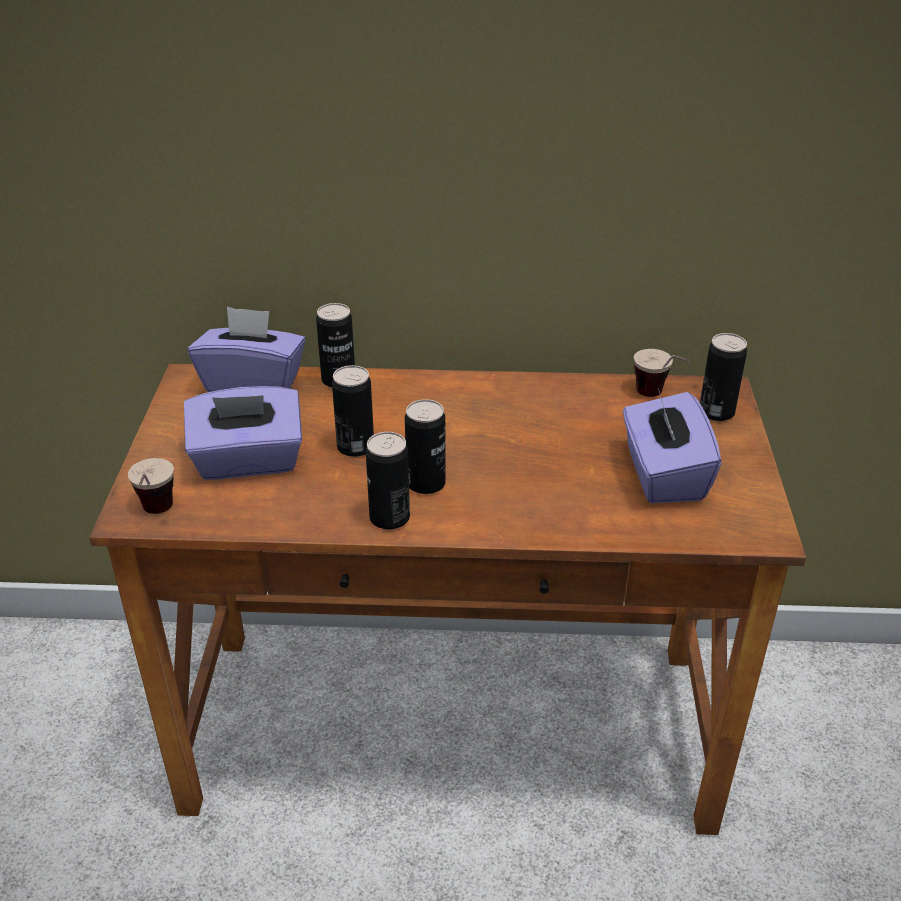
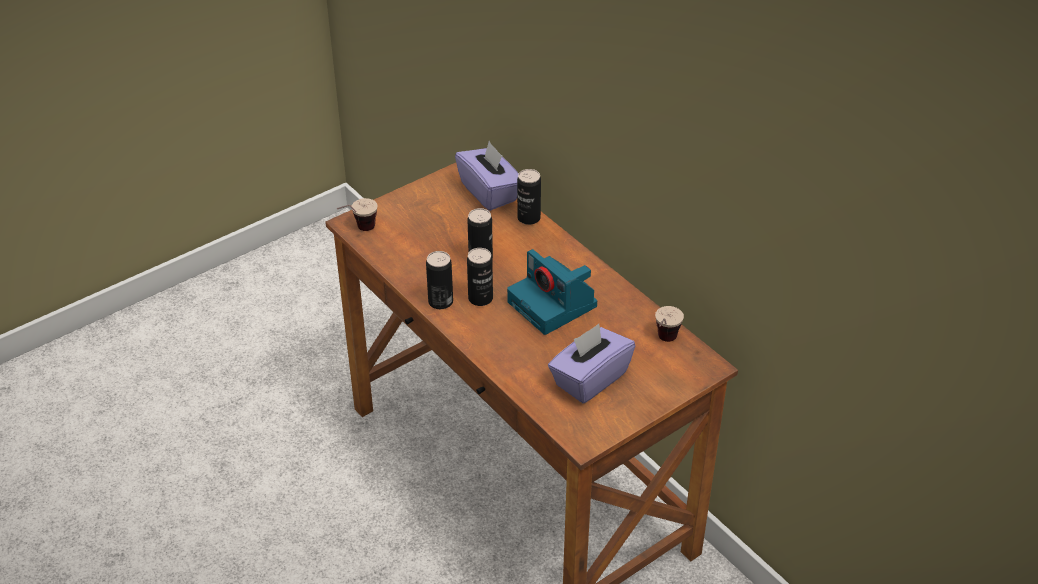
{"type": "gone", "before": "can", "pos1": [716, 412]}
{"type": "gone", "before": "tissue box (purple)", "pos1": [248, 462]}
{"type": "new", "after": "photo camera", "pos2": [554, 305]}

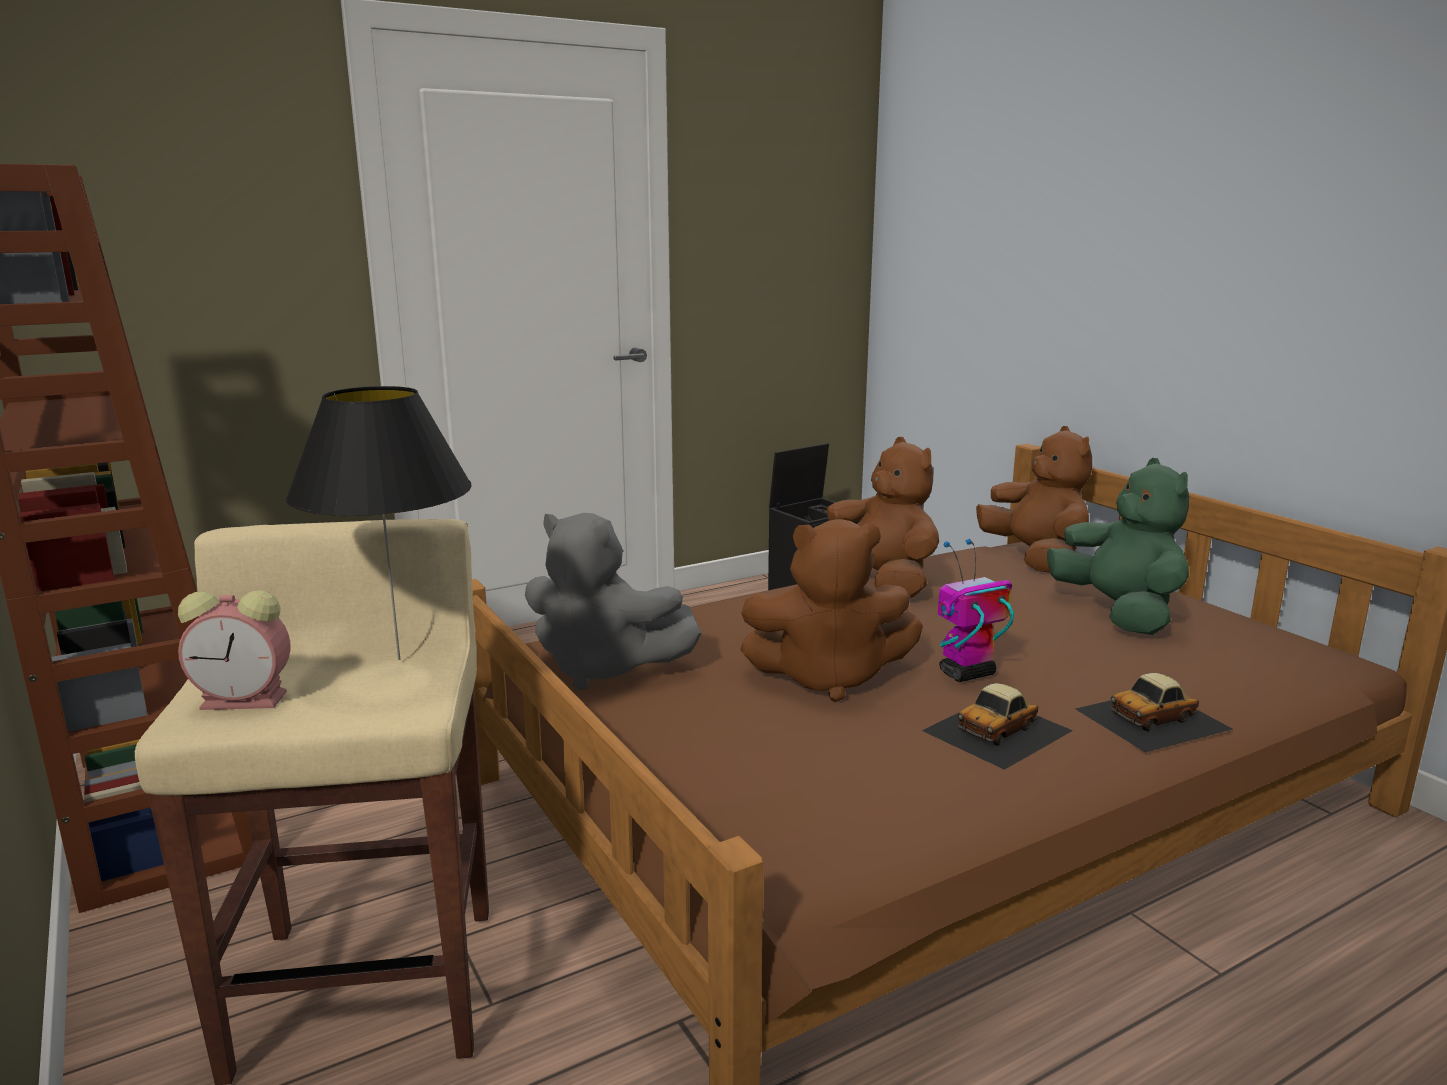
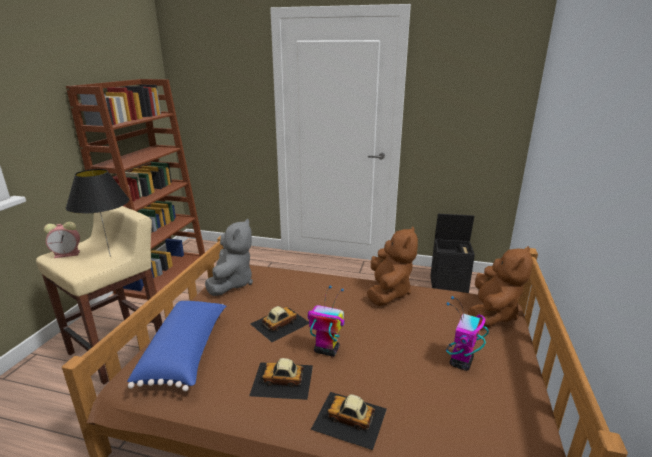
{"type": "swapped", "before": "plush toy (green)", "after": "toy robot", "pos1": [1118, 614], "pos2": [461, 362]}
{"type": "rotated", "before": "plush toy (grey)", "pos1": [604, 669], "pos2": [232, 283], "turn": -150}
{"type": "swapped", "before": "plush toy (brown)", "after": "toy car", "pos1": [828, 678], "pos2": [279, 323]}
{"type": "rotated", "before": "alarm clock", "pos1": [248, 699], "pos2": [68, 254], "turn": -60}
{"type": "new", "after": "pillow (blue)", "pos2": [186, 353]}

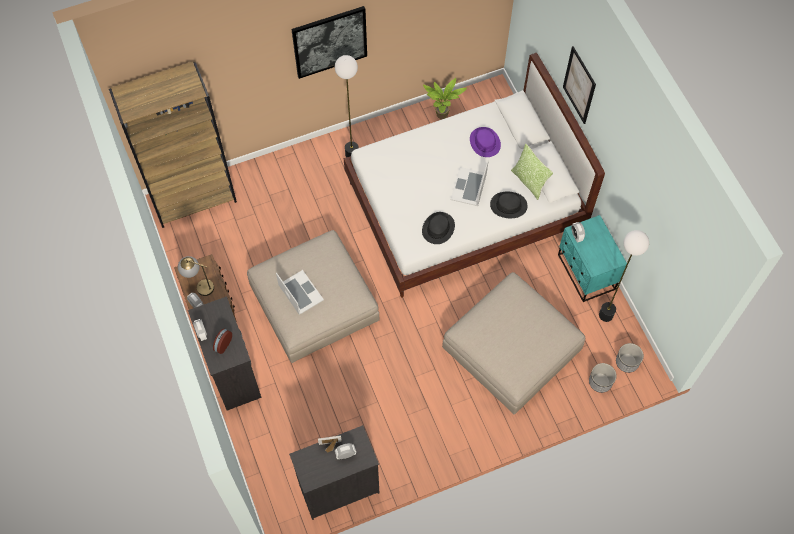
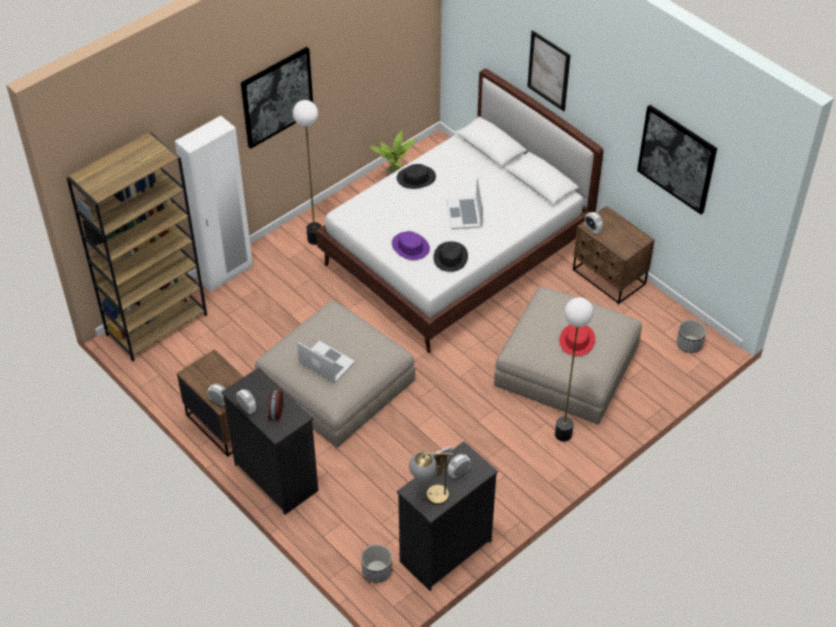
{"type": "shifted", "before": "hat (purple)", "pos1": [485, 142], "pos2": [410, 246]}
{"type": "gone", "before": "pillow", "pos1": [529, 182]}
{"type": "shifted", "before": "hat (black)", "pos1": [508, 205], "pos2": [416, 178]}
{"type": "repainted", "before": "nightstand (turquoise)", "after": "nightstand (brown)", "pos1": [586, 272], "pos2": [608, 278]}
{"type": "shifted", "before": "floor lamp", "pos1": [606, 315], "pos2": [563, 435]}
{"type": "shifted", "before": "table lamp", "pos1": [199, 286], "pos2": [429, 496]}
{"type": "shifted", "before": "planter", "pos1": [600, 382], "pos2": [376, 571]}
{"type": "new", "after": "picture", "pos2": [677, 159]}
{"type": "new", "after": "wardrobe (white)", "pos2": [226, 274]}
{"type": "new", "after": "hat (red)", "pos2": [577, 340]}

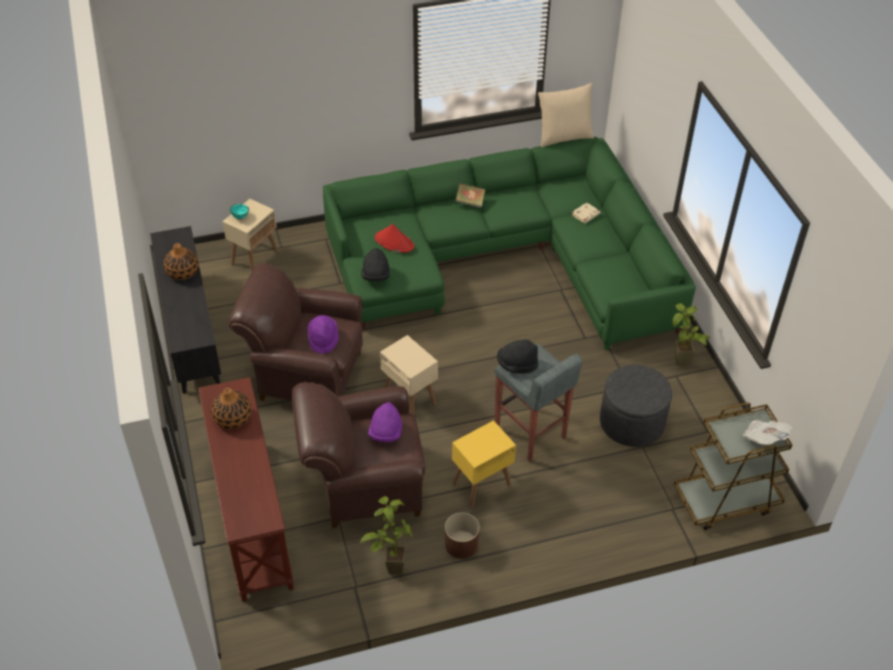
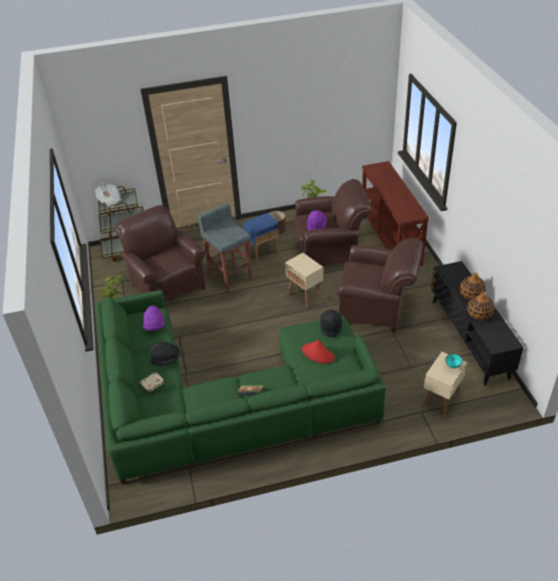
{"type": "gone", "before": "pillow (beige)", "pos1": [564, 137]}
{"type": "shifted", "before": "hat (purple)", "pos1": [323, 339], "pos2": [154, 326]}
{"type": "shifted", "before": "hat (black)", "pos1": [517, 365], "pos2": [166, 359]}
{"type": "swapped", "before": "ottoman (grey)", "after": "armchair (brown)", "pos1": [631, 422], "pos2": [166, 285]}
{"type": "shifted", "before": "vase", "pos1": [233, 418], "pos2": [471, 294]}
{"type": "repainted", "before": "side table (yellow)", "after": "side table (blue)", "pos1": [481, 485], "pos2": [263, 253]}

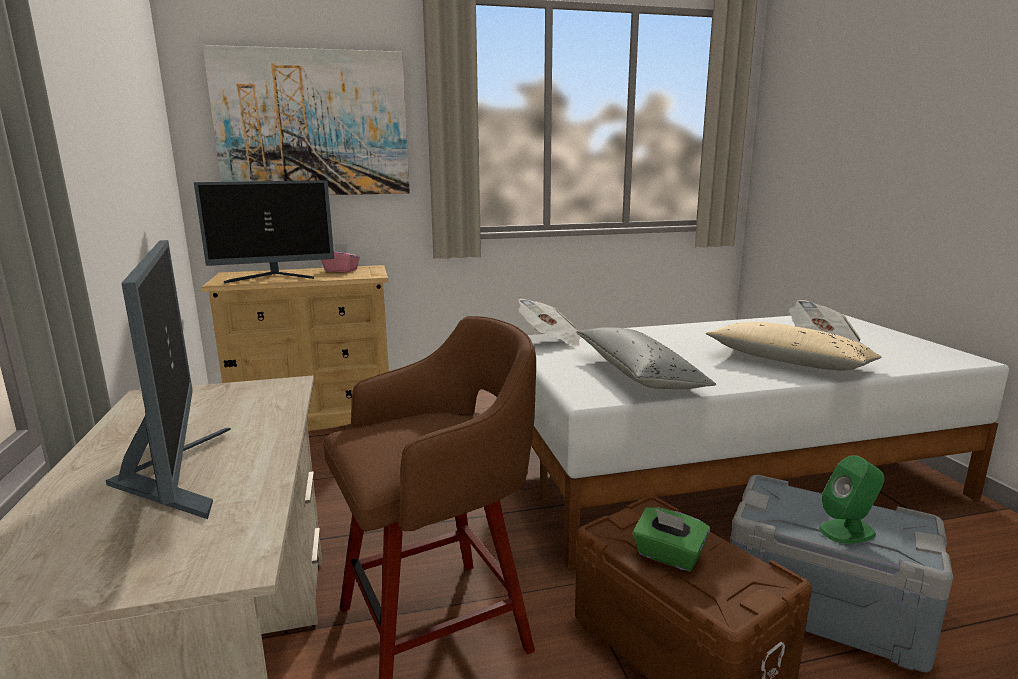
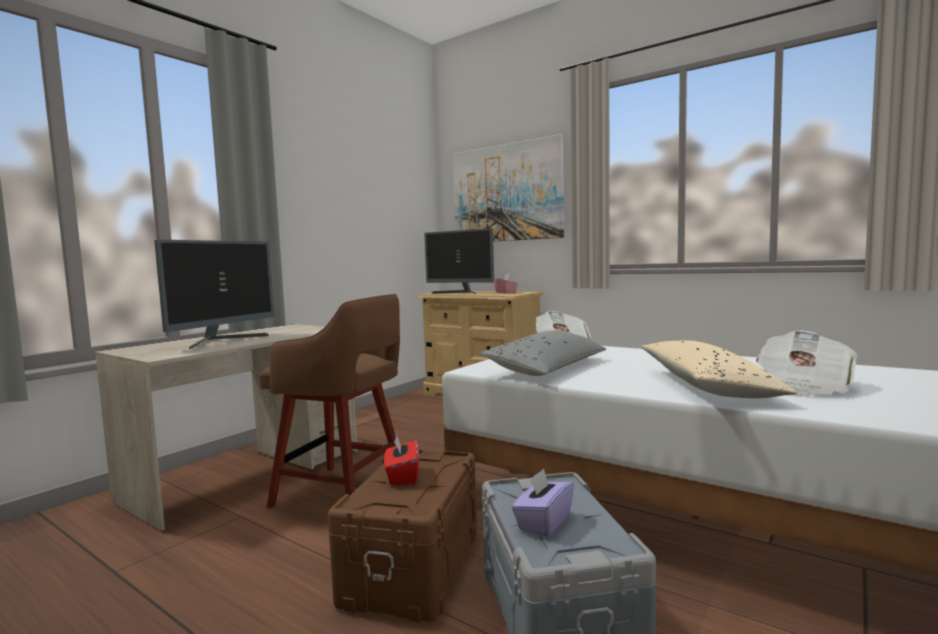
{"type": "swapped", "before": "speaker (green)", "after": "tissue box (purple)", "pos1": [847, 531], "pos2": [543, 523]}
{"type": "repainted", "before": "tissue box (green)", "after": "tissue box (red)", "pos1": [668, 556], "pos2": [402, 476]}

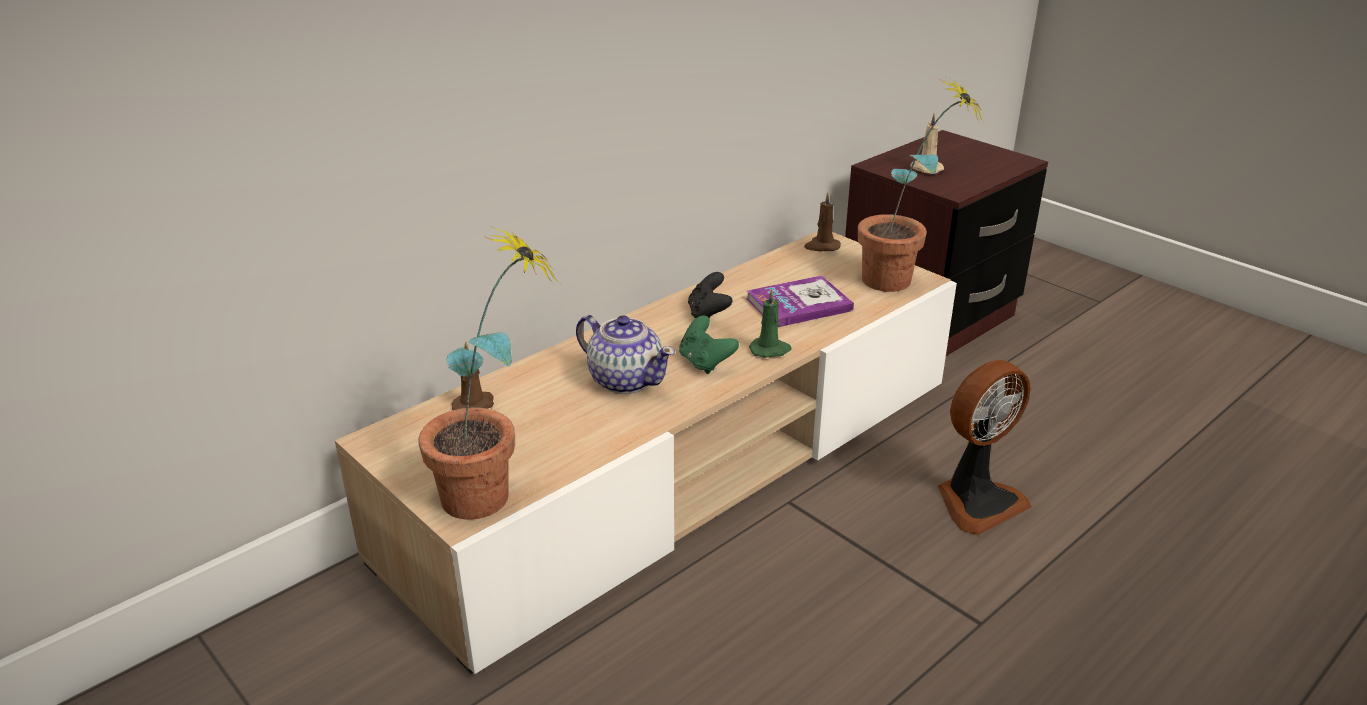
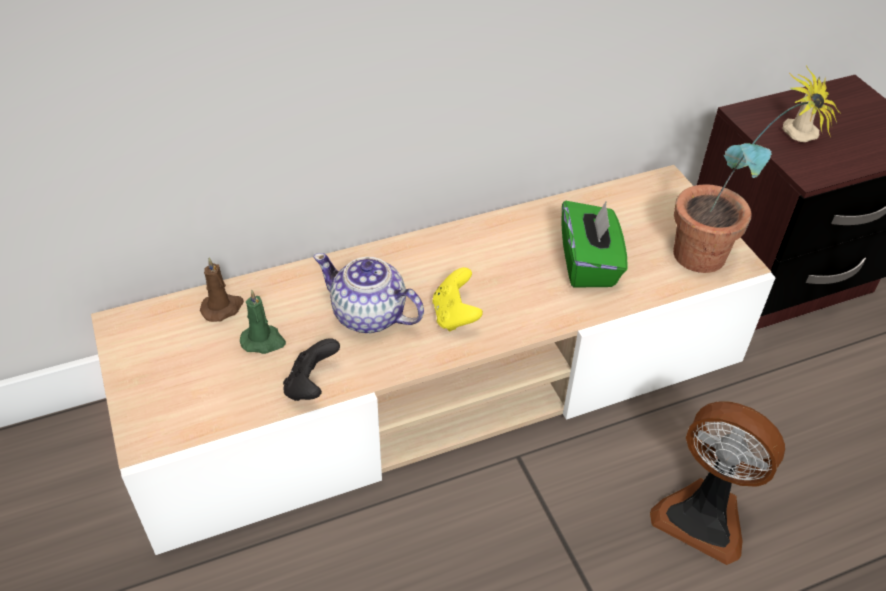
{"type": "gone", "before": "candle (brown)", "pos1": [822, 246]}
{"type": "gone", "before": "potted plant", "pos1": [497, 494]}
{"type": "shifted", "before": "game controller (black)", "pos1": [708, 314], "pos2": [311, 386]}
{"type": "swapped", "before": "book", "after": "tissue box (green)", "pos1": [798, 304], "pos2": [589, 264]}
{"type": "shifted", "before": "candle (green)", "pos1": [770, 350], "pos2": [263, 341]}
{"type": "rotated", "before": "teapot", "pos1": [625, 380], "pos2": [369, 316], "turn": 150}
{"type": "repainted", "before": "game controller (green)", "after": "game controller (yellow)", "pos1": [705, 362], "pos2": [455, 315]}
{"type": "rotated", "before": "fan", "pos1": [976, 501], "pos2": [703, 516], "turn": 45}

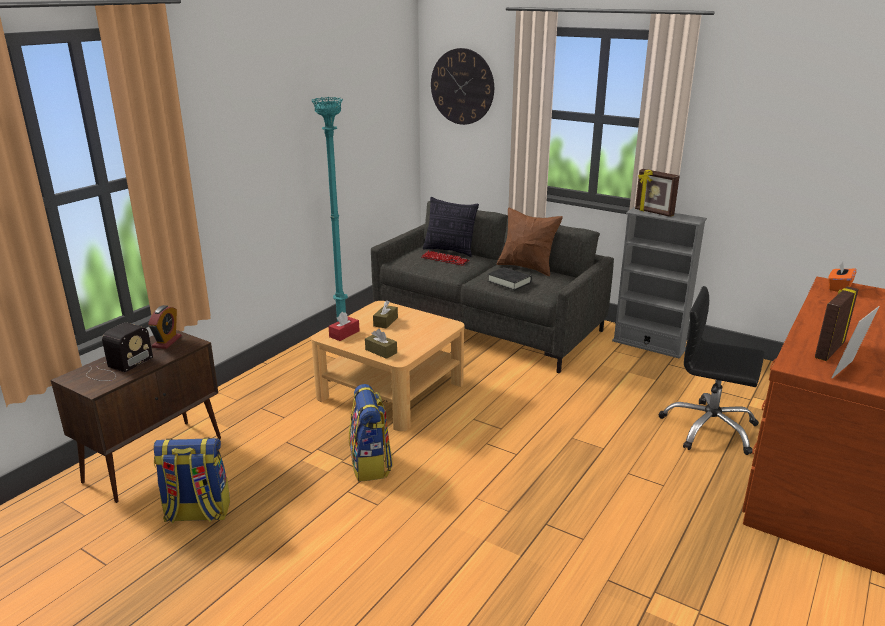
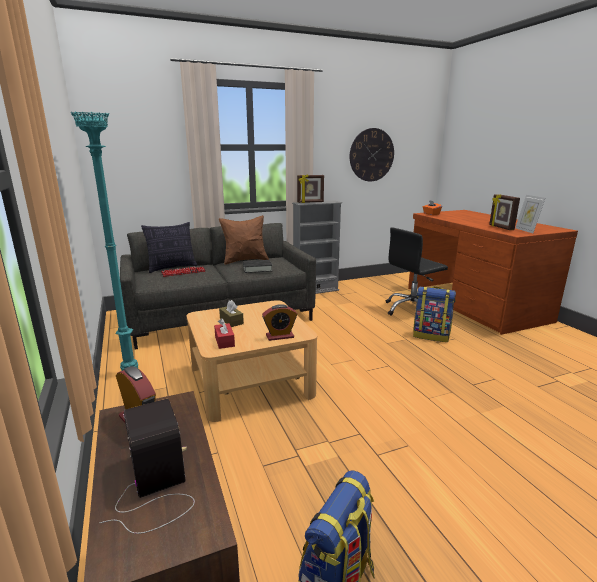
{"type": "shifted", "before": "wall clock", "pos1": [462, 86], "pos2": [371, 155]}
{"type": "swapped", "before": "tissue box (brown)", "after": "alarm clock", "pos1": [381, 351], "pos2": [280, 336]}
{"type": "shifted", "before": "backpack", "pos1": [371, 464], "pos2": [431, 335]}

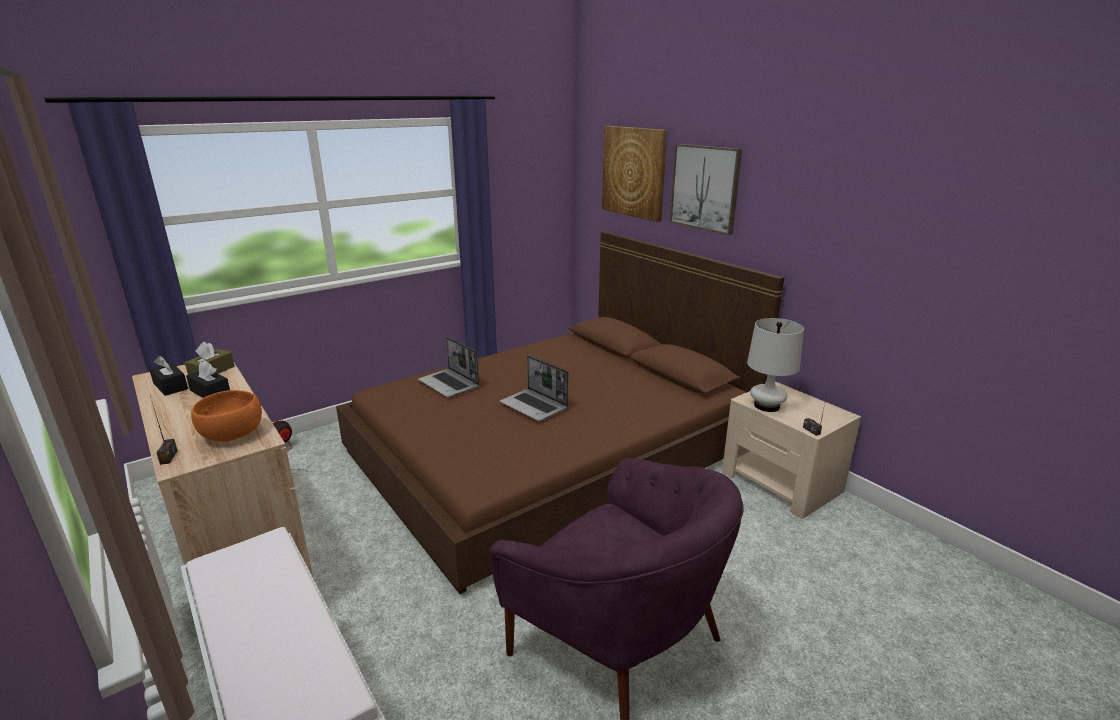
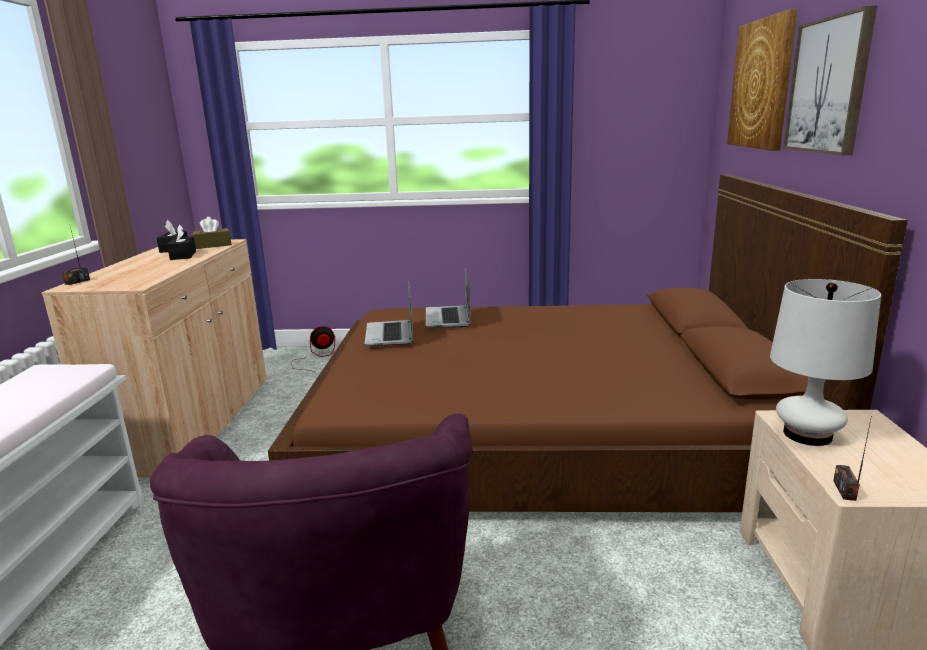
{"type": "shifted", "before": "laptop", "pos1": [535, 406], "pos2": [391, 335]}
{"type": "gone", "before": "bowl (orange)", "pos1": [233, 435]}

